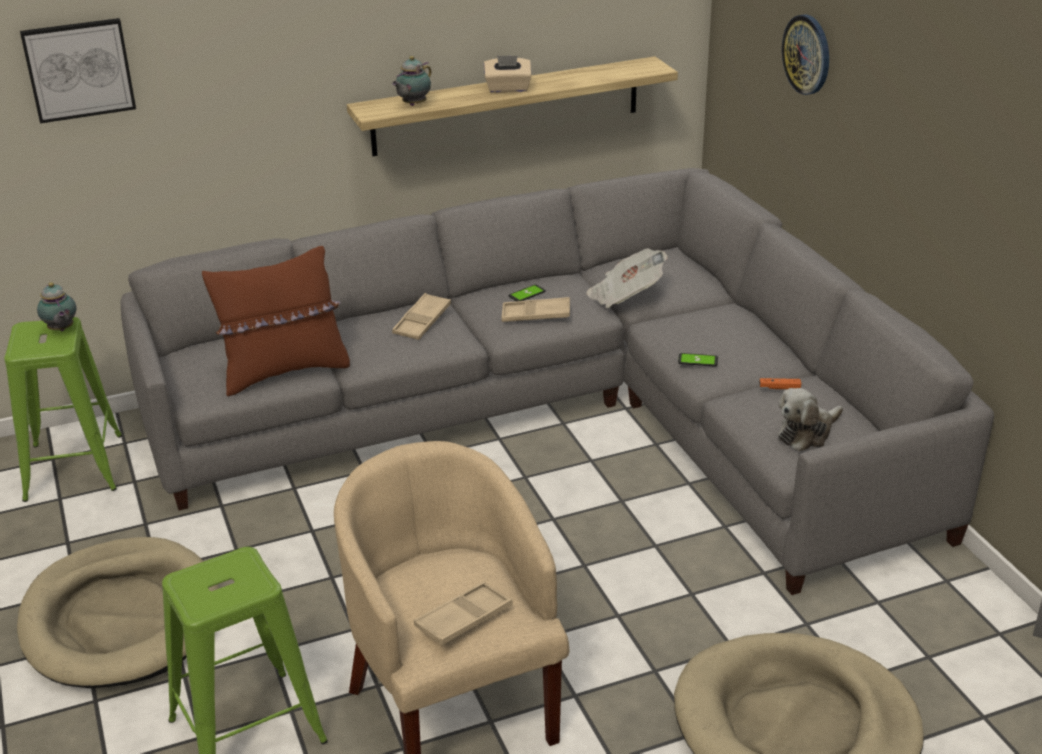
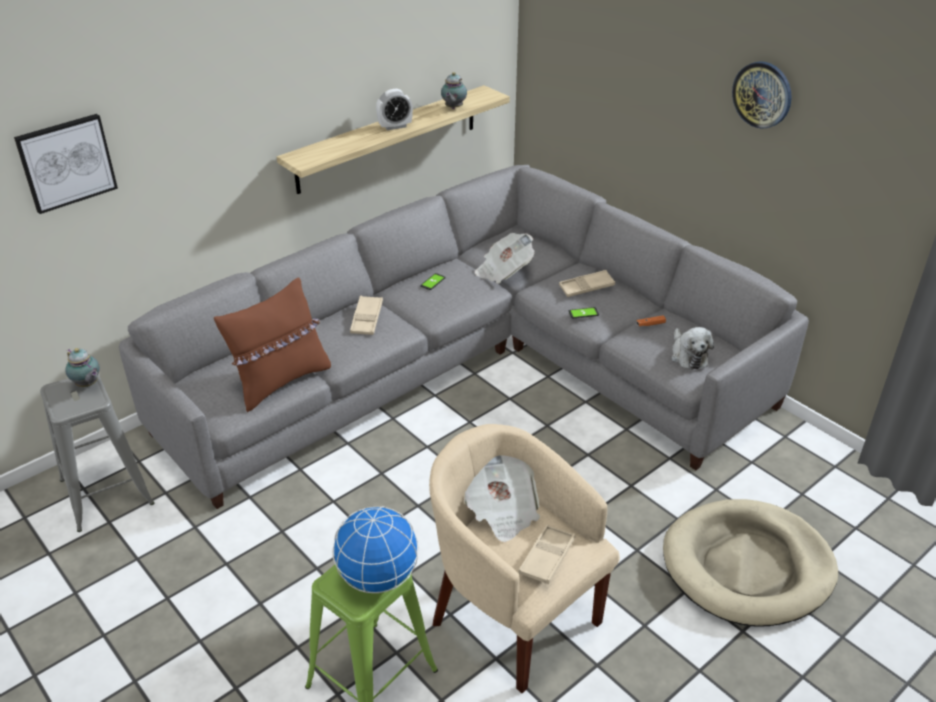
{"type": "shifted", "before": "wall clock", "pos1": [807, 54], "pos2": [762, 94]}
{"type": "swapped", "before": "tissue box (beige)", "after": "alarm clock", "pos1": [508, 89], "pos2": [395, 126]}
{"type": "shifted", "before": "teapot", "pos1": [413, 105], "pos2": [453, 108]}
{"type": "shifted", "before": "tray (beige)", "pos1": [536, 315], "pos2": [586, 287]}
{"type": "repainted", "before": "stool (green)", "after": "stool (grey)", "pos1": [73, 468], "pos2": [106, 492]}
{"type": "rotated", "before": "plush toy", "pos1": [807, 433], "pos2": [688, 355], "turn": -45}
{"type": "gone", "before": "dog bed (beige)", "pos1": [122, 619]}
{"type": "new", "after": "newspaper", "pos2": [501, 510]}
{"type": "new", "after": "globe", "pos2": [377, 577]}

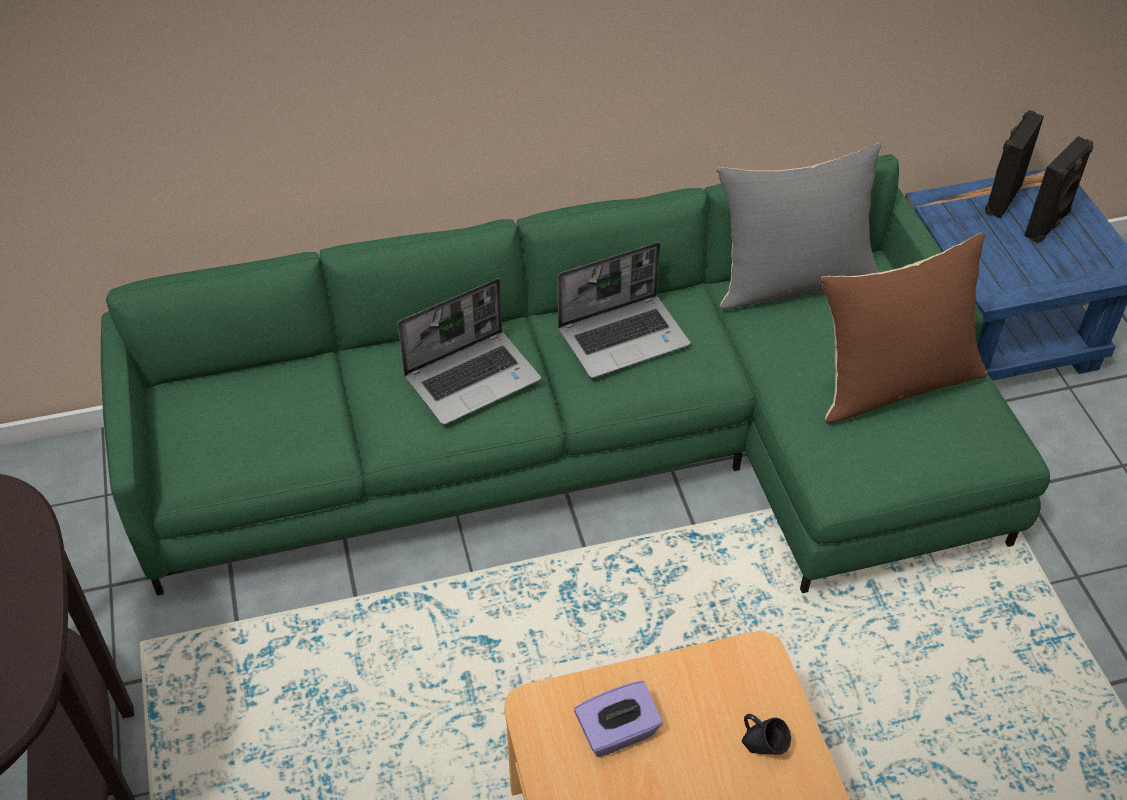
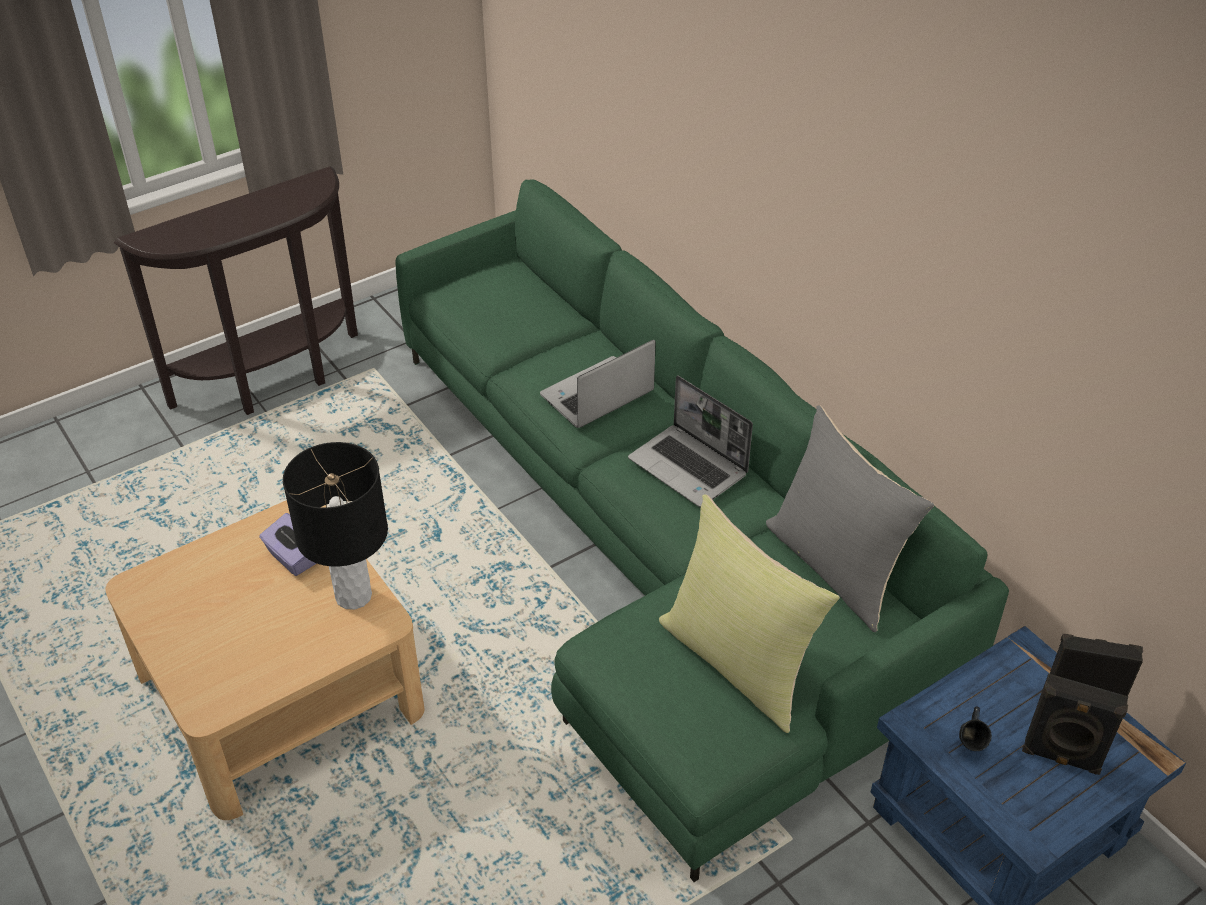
{"type": "repainted", "before": "pillow (brown)", "after": "pillow (yellow)", "pos1": [894, 382], "pos2": [739, 662]}
{"type": "rotated", "before": "laptop", "pos1": [473, 378], "pos2": [596, 396], "turn": 105}
{"type": "shifted", "before": "mug (blue)", "pos1": [762, 748], "pos2": [969, 746]}
{"type": "new", "after": "table lamp (black)", "pos2": [354, 596]}

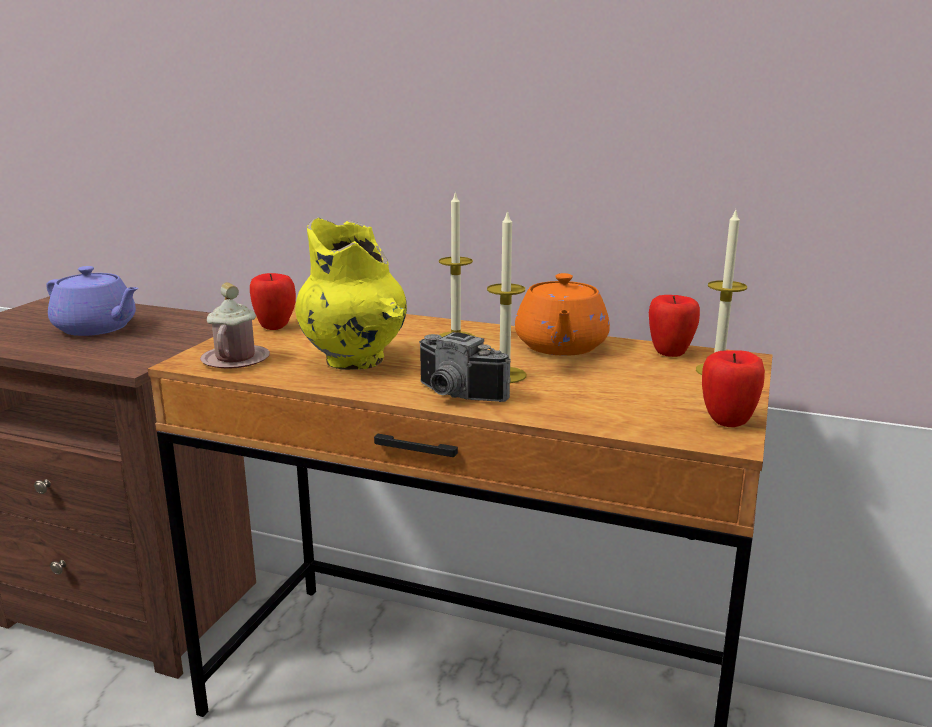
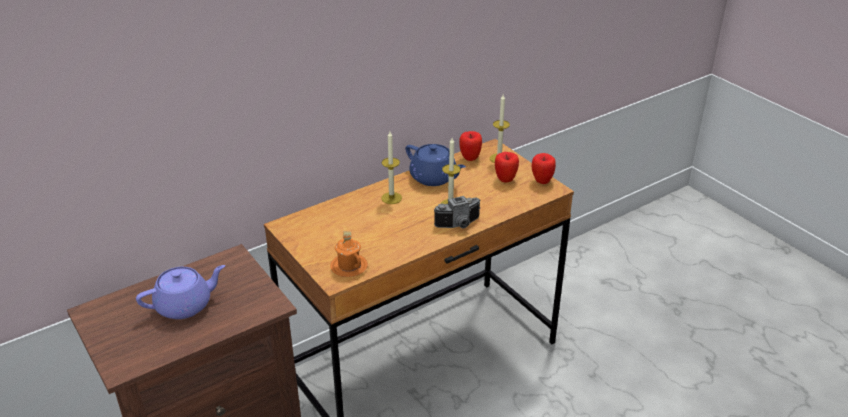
{"type": "gone", "before": "vase (yellow)", "pos1": [355, 361]}
{"type": "shifted", "before": "apple", "pos1": [275, 327], "pos2": [505, 179]}
{"type": "repainted", "before": "teapot (orange)", "after": "teapot (blue)", "pos1": [561, 347], "pos2": [434, 178]}
{"type": "repainted", "before": "mug (pink)", "after": "mug (orange)", "pos1": [235, 360], "pos2": [349, 267]}

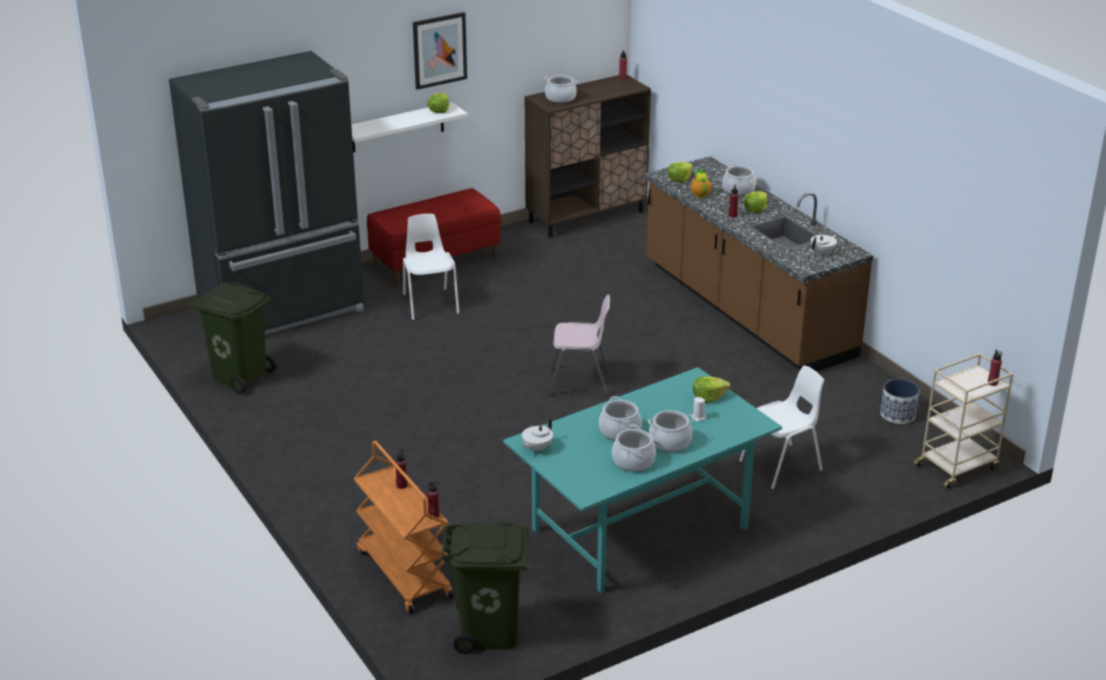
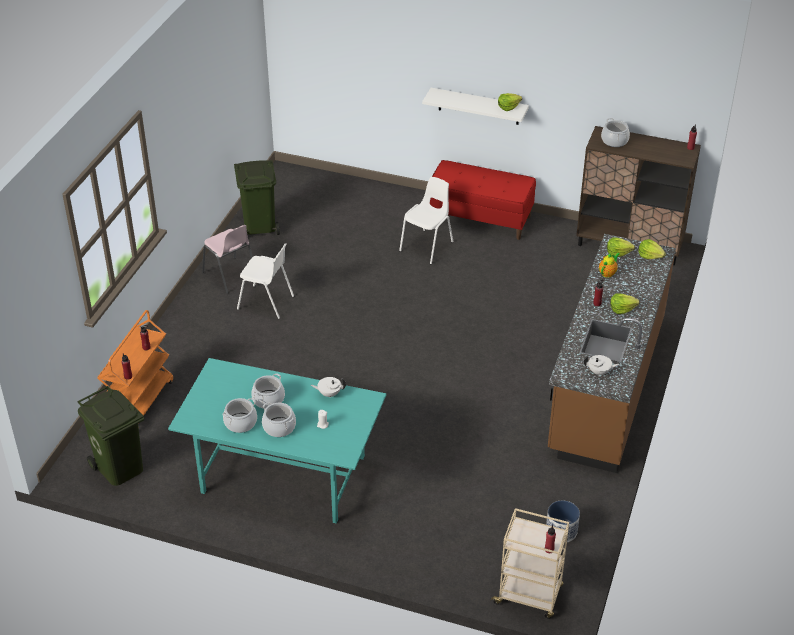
{"type": "gone", "before": "picture", "pos1": [439, 50]}
{"type": "gone", "before": "fridge (black)", "pos1": [284, 310]}
{"type": "gone", "before": "cooking pot", "pos1": [738, 190]}
{"type": "shifted", "before": "chair (pink)", "pos1": [579, 382], "pos2": [230, 276]}
{"type": "shifted", "before": "chair (white)", "pos1": [782, 466], "pos2": [266, 303]}
{"type": "shifted", "before": "lettuce", "pos1": [709, 397], "pos2": [650, 255]}
{"type": "shifted", "before": "teapot (white)", "pos1": [536, 448], "pos2": [329, 393]}

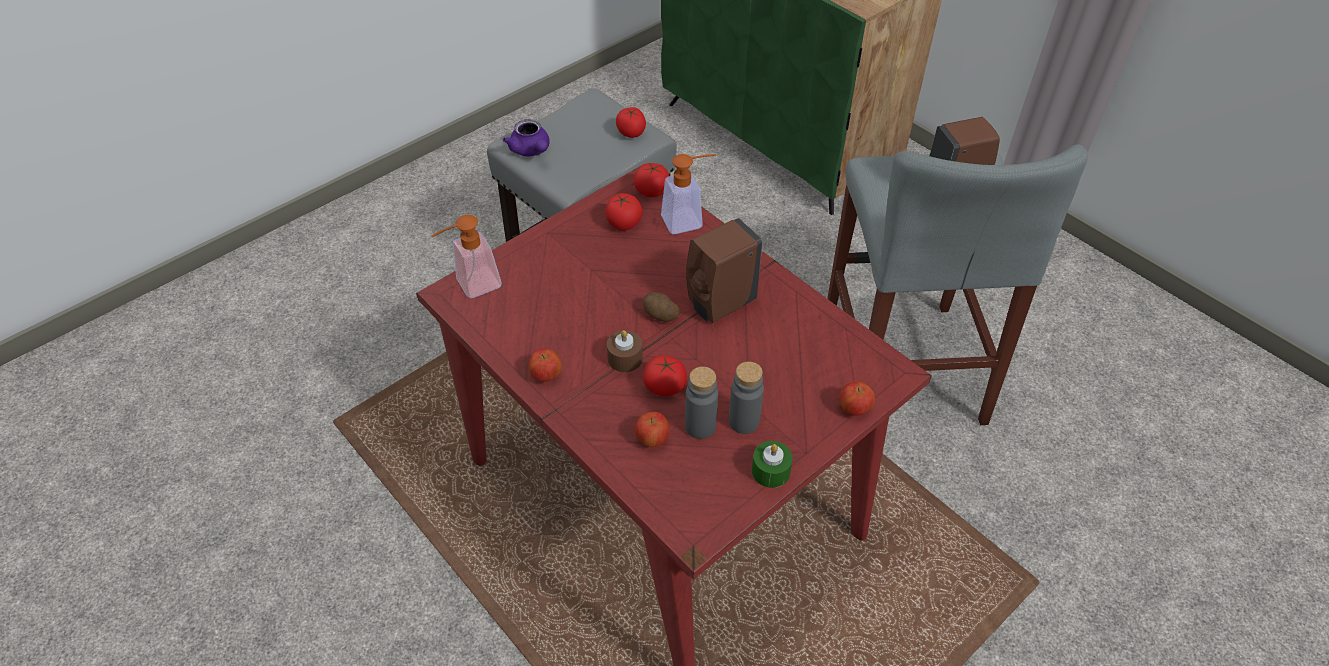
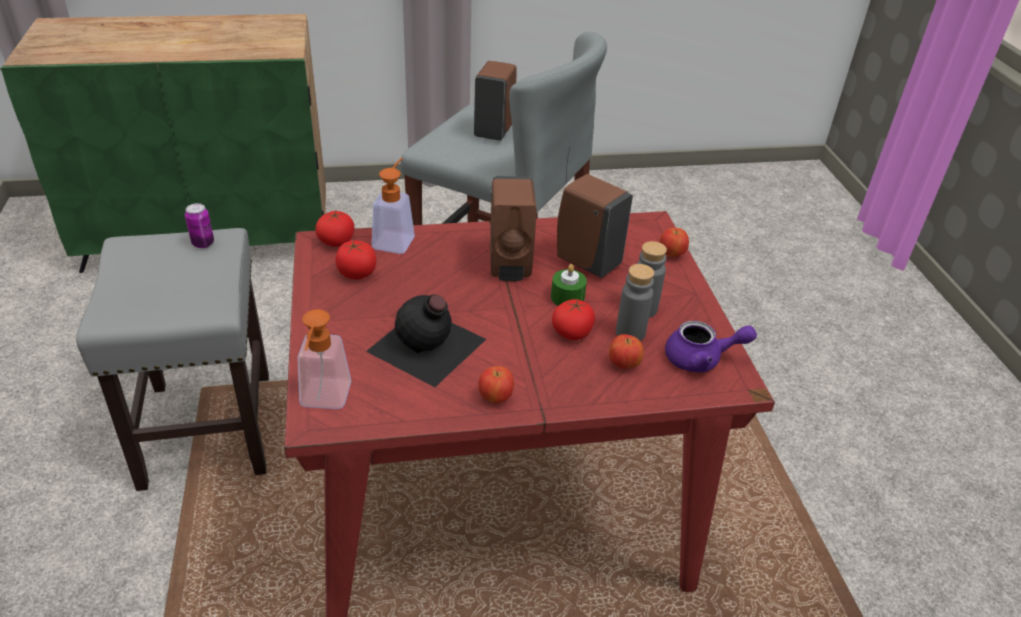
{"type": "swapped", "before": "tomato", "after": "can", "pos1": [631, 132], "pos2": [203, 243]}
{"type": "shifted", "before": "teapot (purple)", "pos1": [531, 151], "pos2": [701, 359]}
{"type": "gone", "before": "potato", "pos1": [660, 315]}
{"type": "gone", "before": "candle (brown)", "pos1": [625, 358]}
{"type": "shifted", "before": "candle (green)", "pos1": [770, 471], "pos2": [567, 297]}
{"type": "new", "after": "soap dispenser (brown)", "pos2": [586, 262]}
{"type": "new", "after": "bottle (black)", "pos2": [427, 346]}

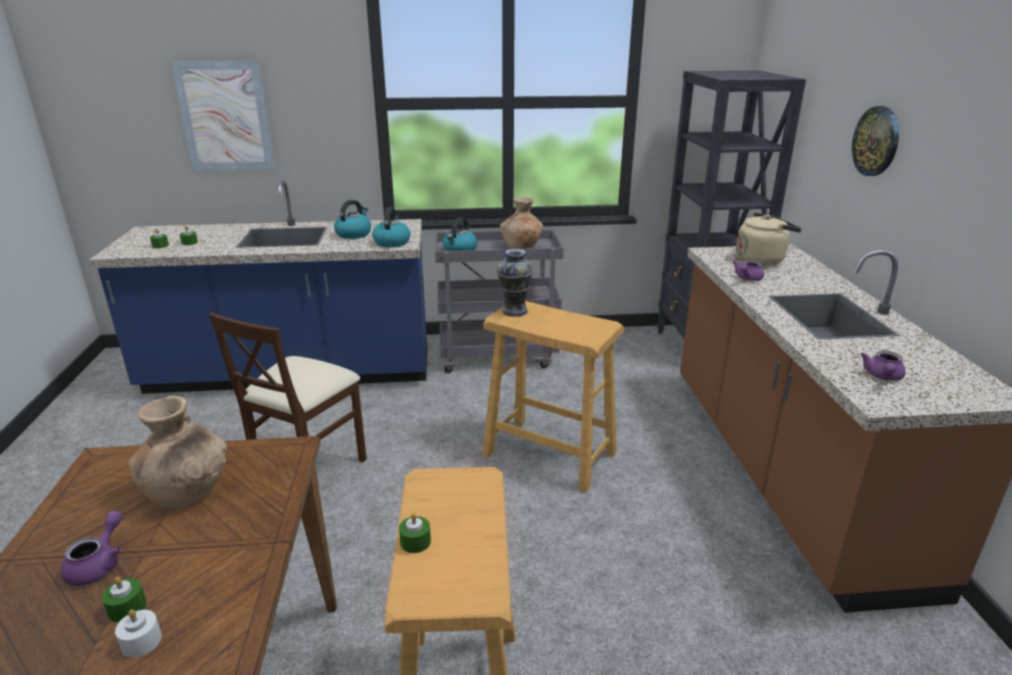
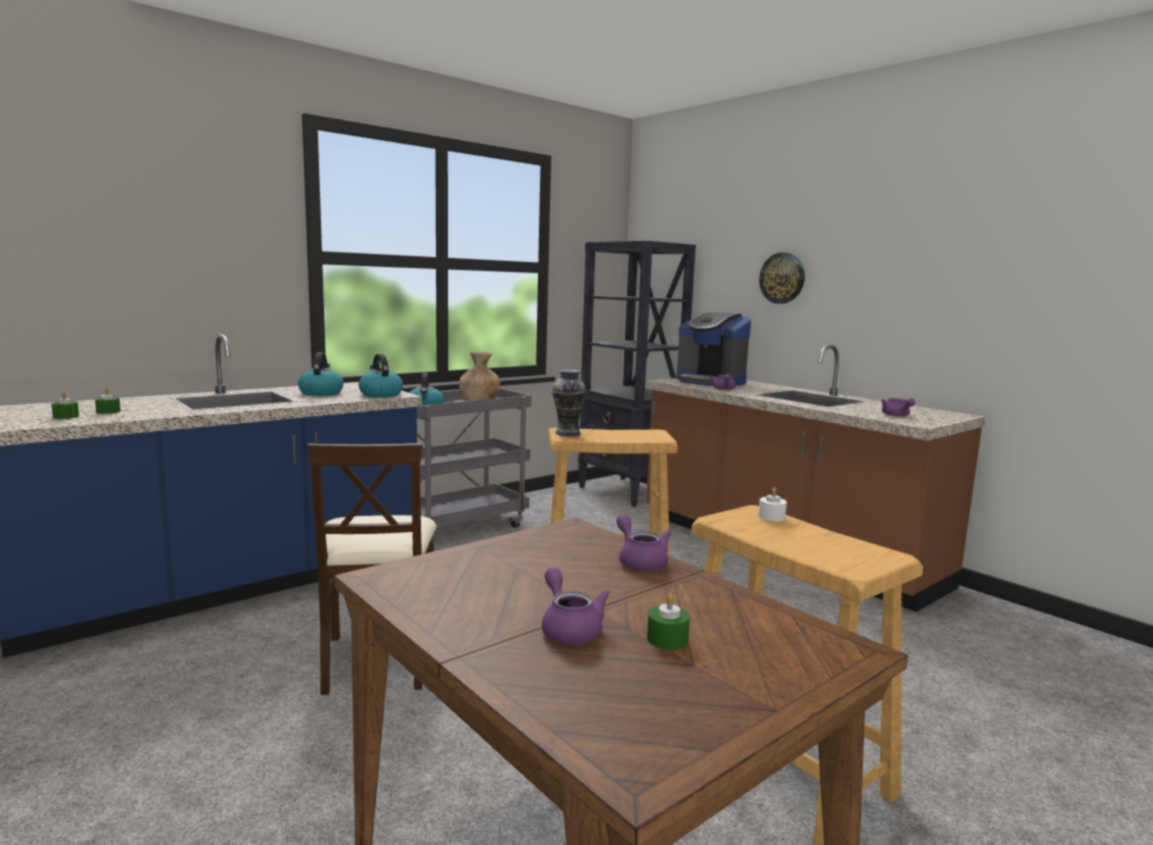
{"type": "gone", "before": "picture", "pos1": [225, 116]}
{"type": "swapped", "before": "kettle (beige)", "after": "coffee machine", "pos1": [761, 260], "pos2": [710, 381]}
{"type": "gone", "before": "vase (brown)", "pos1": [186, 491]}
{"type": "gone", "before": "candle (green)", "pos1": [415, 542]}
{"type": "shifted", "before": "candle (white)", "pos1": [141, 641], "pos2": [771, 517]}
{"type": "new", "after": "teapot (purple)", "pos2": [640, 561]}

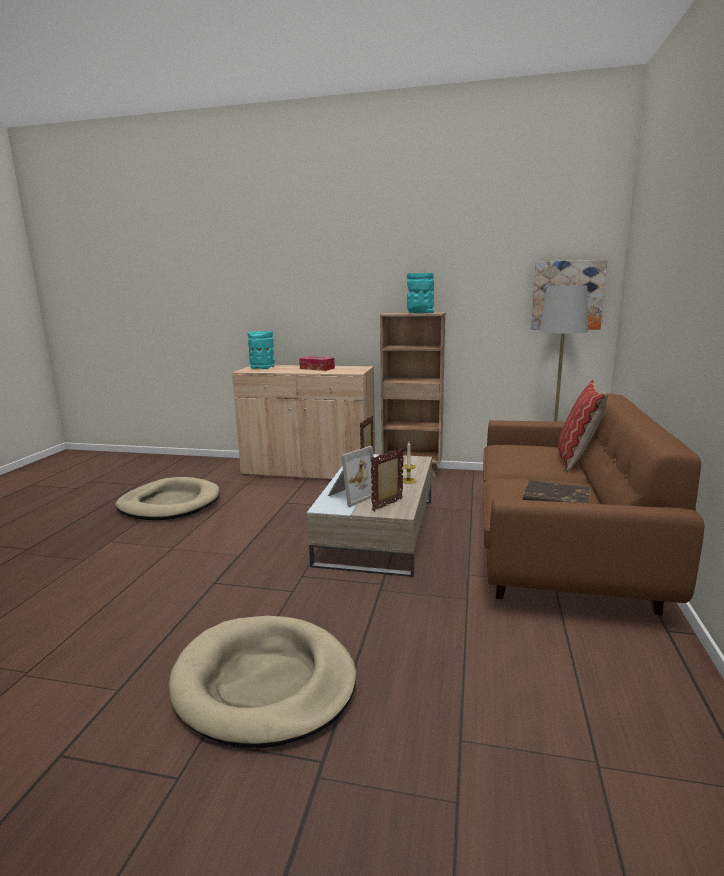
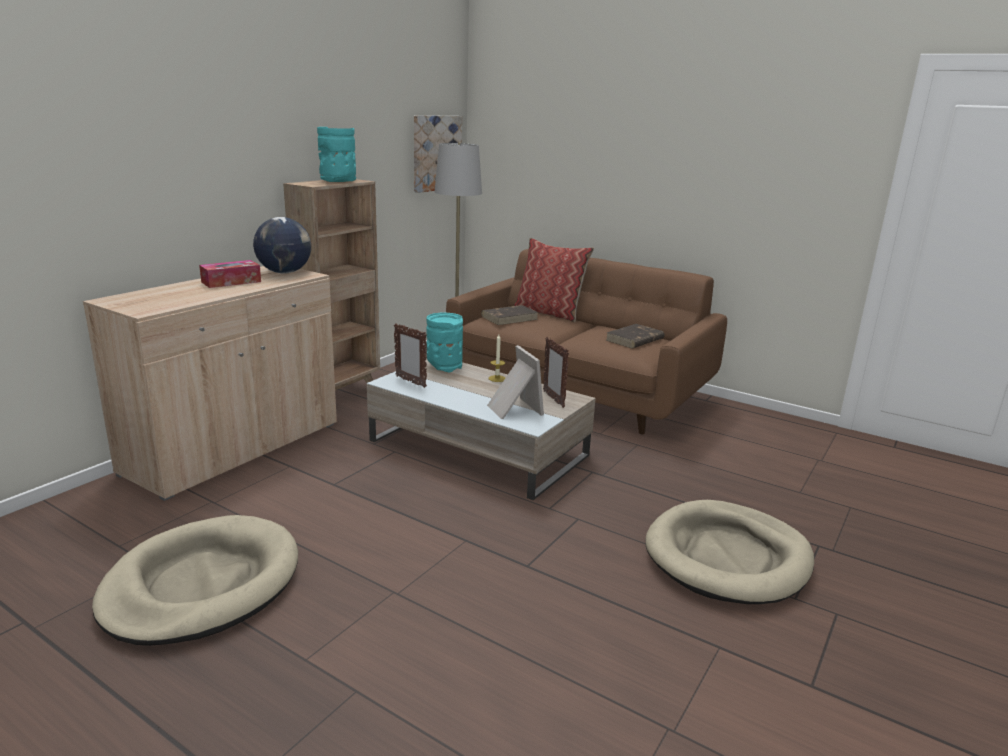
{"type": "shifted", "before": "vase (turquoise)", "pos1": [263, 367], "pos2": [444, 366]}
{"type": "new", "after": "globe", "pos2": [285, 272]}
{"type": "new", "after": "book (brown)", "pos2": [510, 318]}

